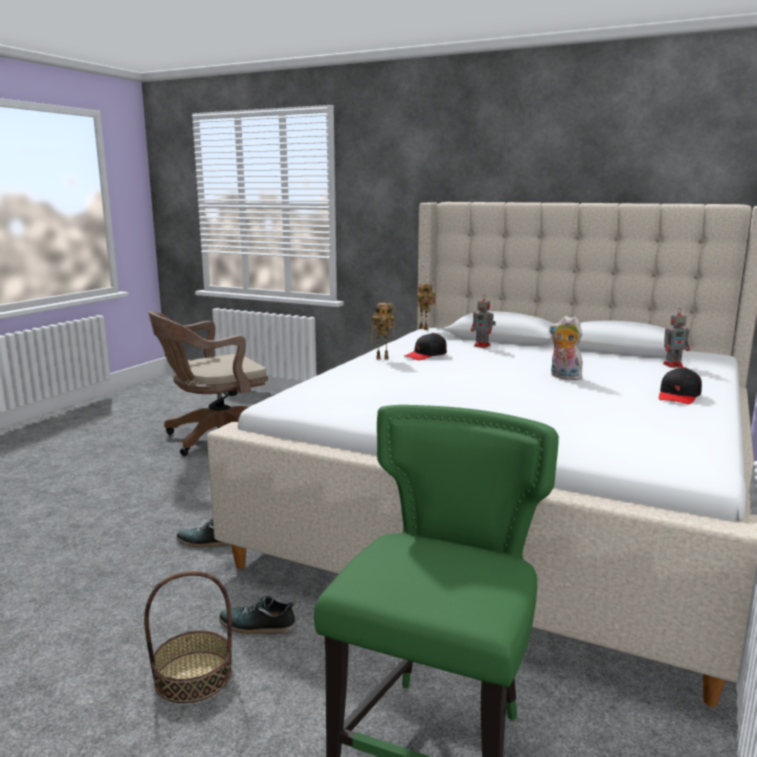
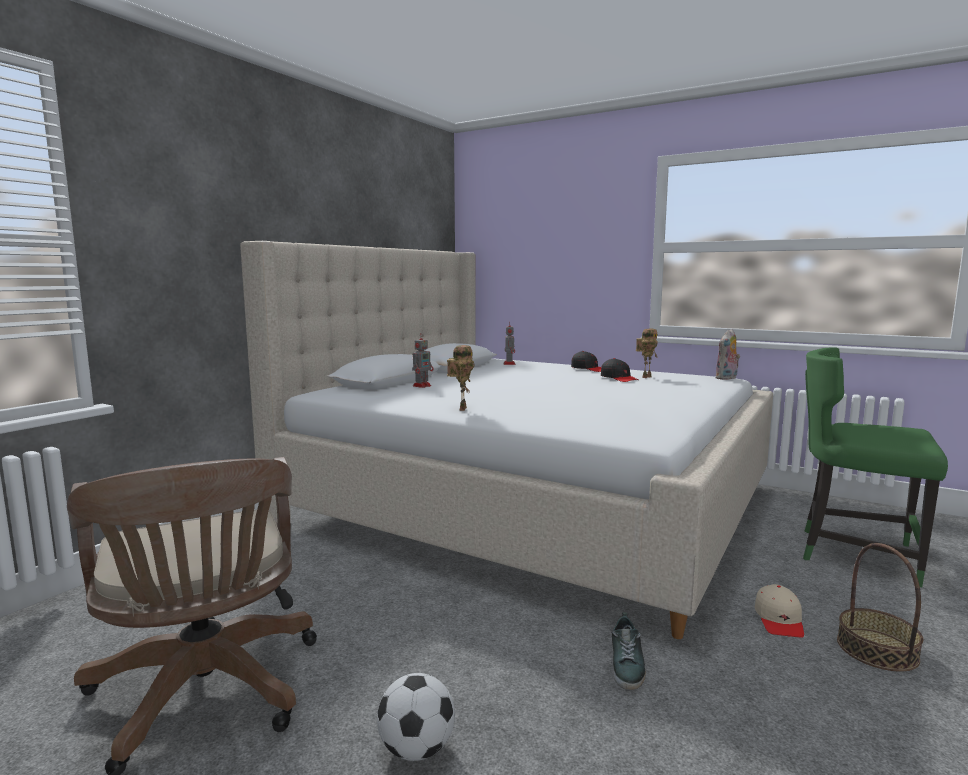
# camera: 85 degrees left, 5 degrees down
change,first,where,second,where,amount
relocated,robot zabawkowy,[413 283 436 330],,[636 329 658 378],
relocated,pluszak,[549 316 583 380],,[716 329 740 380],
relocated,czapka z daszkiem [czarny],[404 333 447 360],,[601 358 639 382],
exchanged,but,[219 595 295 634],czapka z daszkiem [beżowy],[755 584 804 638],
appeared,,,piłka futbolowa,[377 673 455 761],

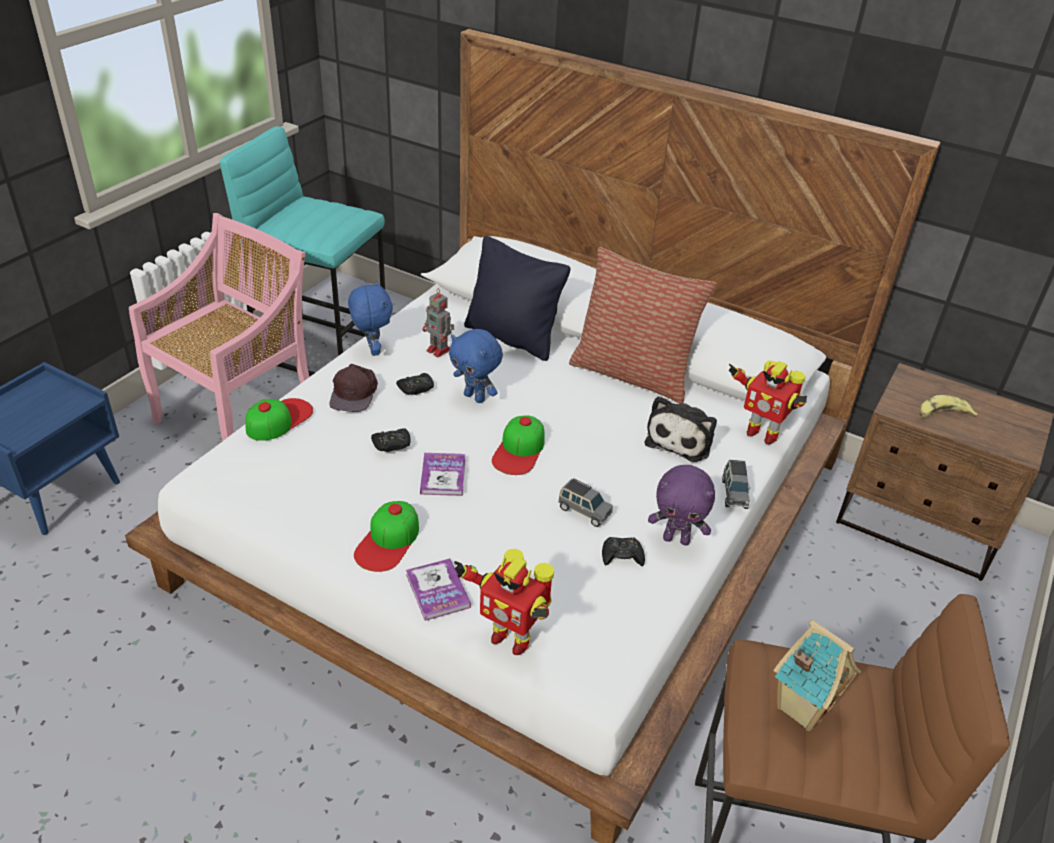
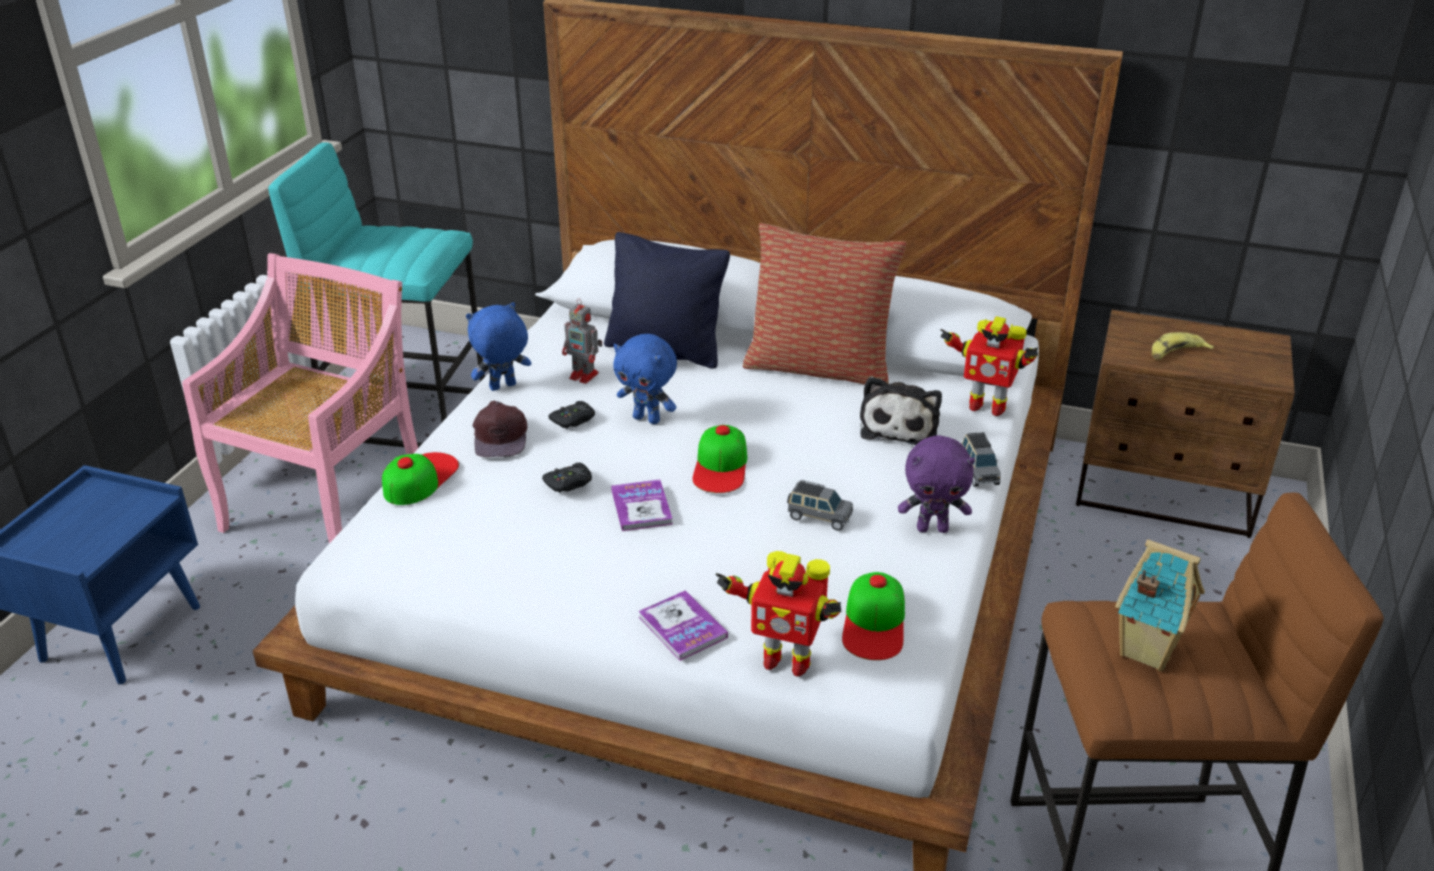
# camera: 10 degrees left, 5 degrees down
change,first,where,second,where,amount
spun,pluszak [niebieski],[348 281 393 356],,[466 302 531 391],90 degrees counterclockwise
relocated,czapka z daszkiem,[354 501 419 572],,[842 572 905 660],
missing,pad do gier [czarny],[602 537 645 566],,,

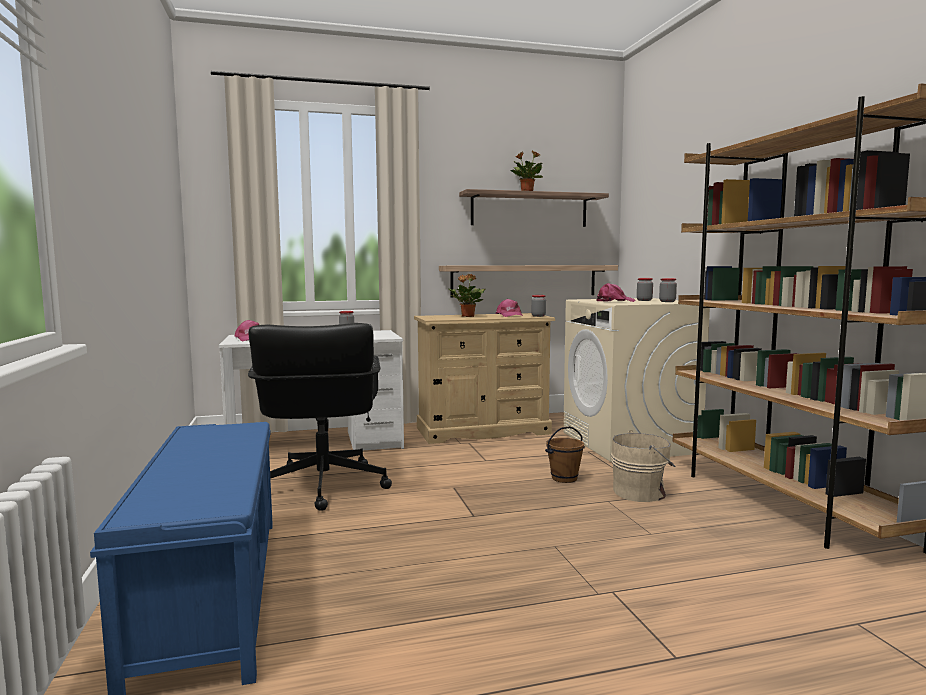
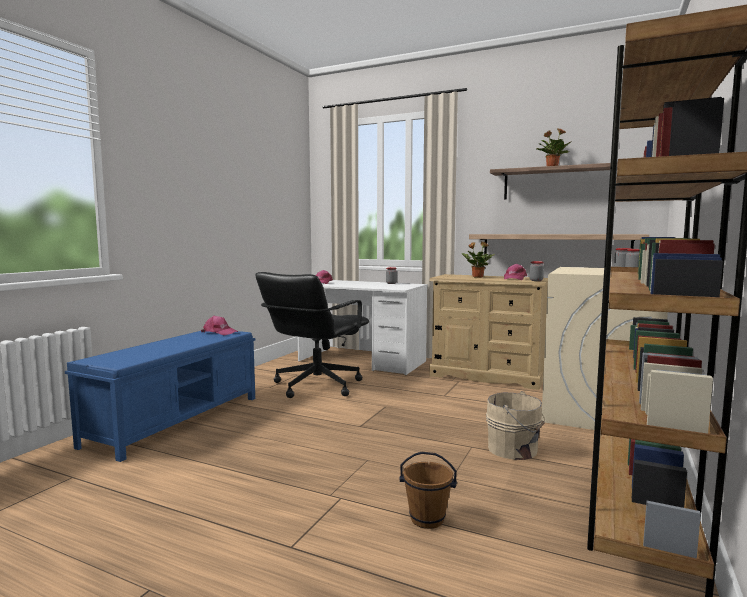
# camera: 40 degrees right, 0 degrees up
change,first,where,second,where,amount
relocated,czapka z daszkiem [różowy],[596 283 636 302],,[201 316 238 336],
relocated,wiadro [brązowy],[545 426 585 483],,[399 452 457 529],

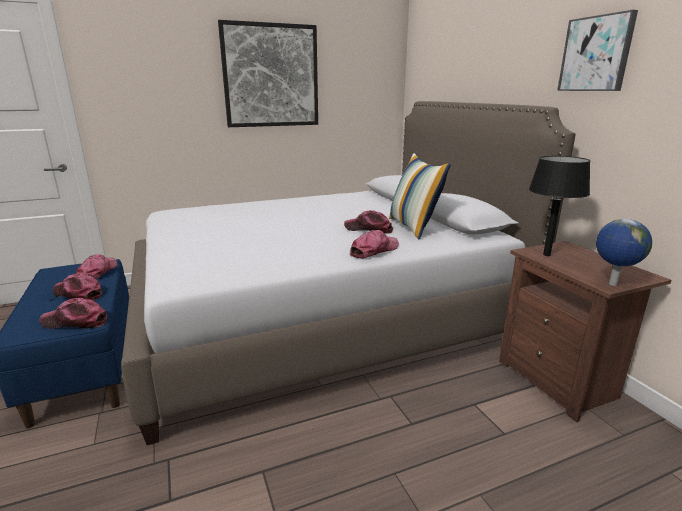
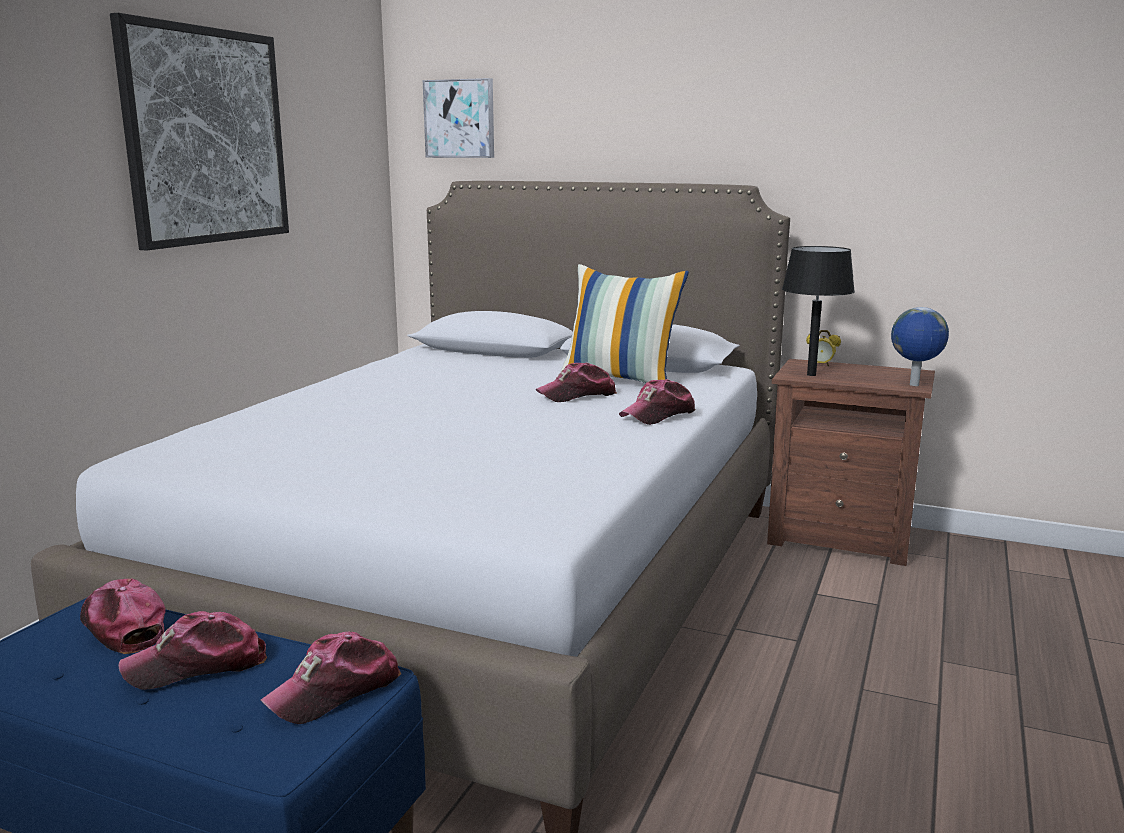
# camera: 45 degrees left, 5 degrees down
change,first,where,second,where,amount
relocated,obraz,[557 10 638 91],,[423 78 494 158],
spun,czapka z daszkiem,[350 230 399 259],,[619 379 696 425],135 degrees counterclockwise
appeared,,,budzik,[806 330 841 366],

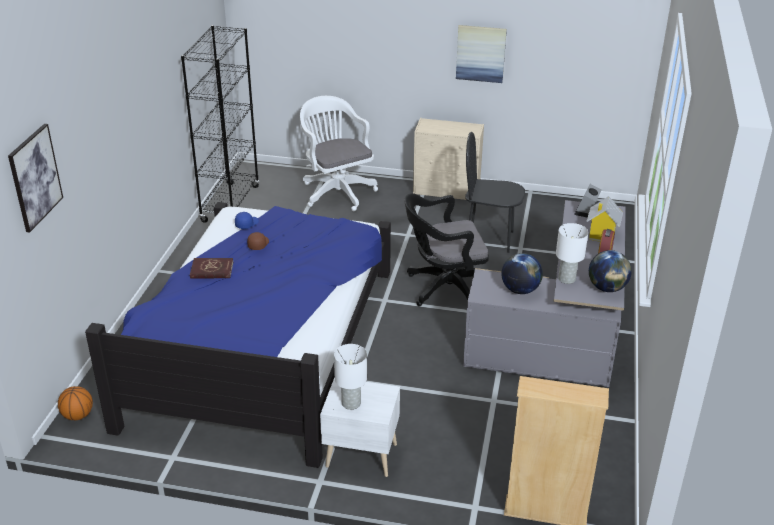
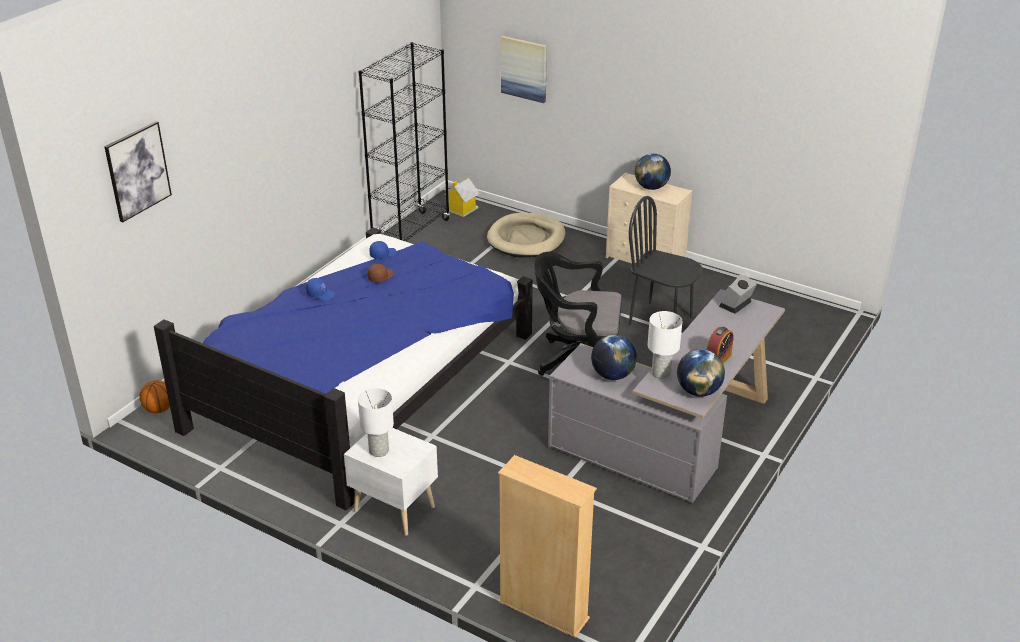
# camera: 20 degrees right, 0 degrees up
change,first,where,second,where,amount
relocated,obraz,[456 25 507 83],,[501 36 547 103],
exchanged,krzesło biurowe [biały],[300 96 378 211],legowisko [beżowy],[487 213 565 258],
relocated,domek,[587 196 623 242],,[444 178 480 217],
exchanged,książka [czerwony],[190 258 233 279],czapka z daszkiem [niebieski],[306 278 335 300],
appeared,,,globus,[635 153 671 190],

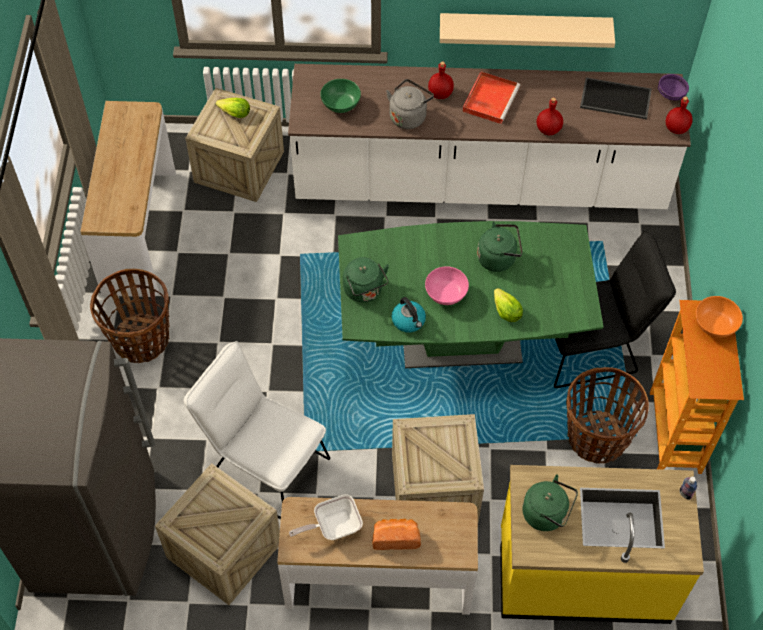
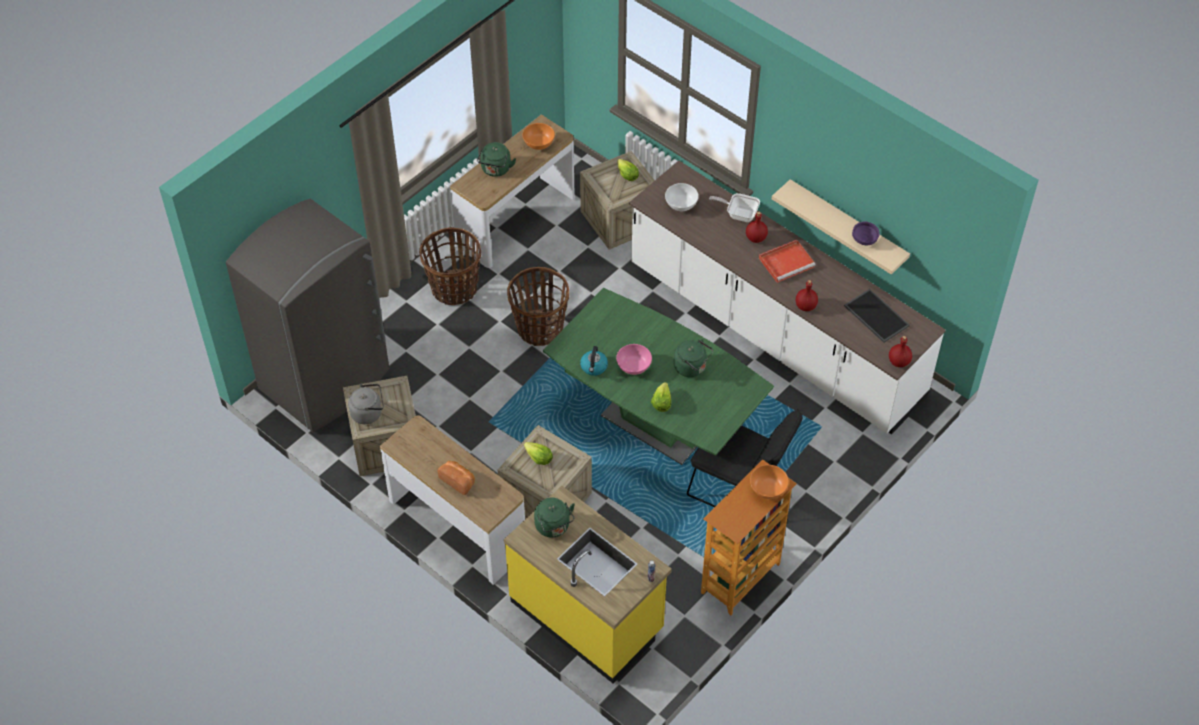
# camera: 40 degrees right, 5 degrees down
change,first,where,second,where,amount
relocated,miska [fioletowy],[658 74 689 101],,[852 221 879 245],
colour,miska [zielony],[320 79 361 113],miska [biały],[665 183 699 211],
relocated,czajnik [szary],[386 79 434 129],,[348 384 384 424],
relocated,czajnik [zielony],[343 257 389 302],,[477 142 516 177],
missing,krzesło [biały],[184 341 330 519],,,
relocated,koszyk,[566 367 649 464],,[507 267 569 346],
relocated,patelnia,[289 494 363 540],,[709 193 760 222],
appeared,,,miska [pomarańczowy],[523 123 555 150],
appeared,,,sałata,[524 442 553 465],

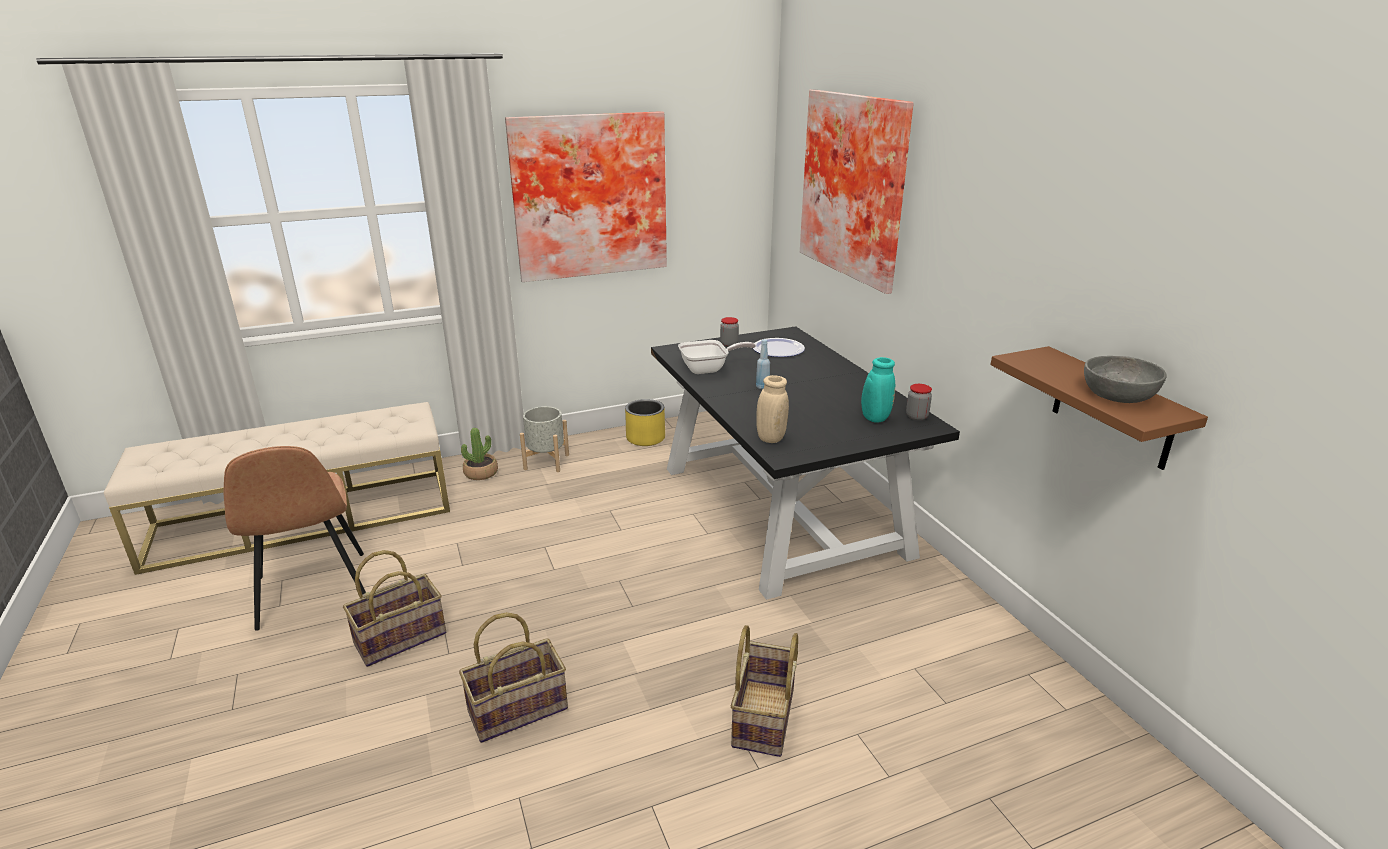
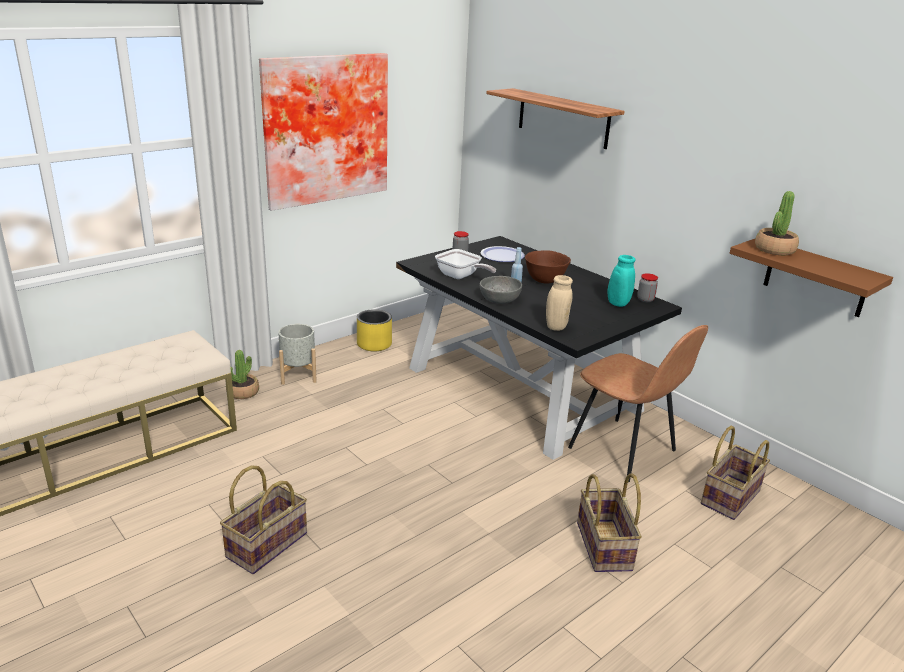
# camera: 20 degrees left, 0 degrees up
change,first,where,second,where,amount
exchanged,obraz,[800 89 914 294],półka,[486 88 625 149],
spun,patelnia,[678 340 756 374],,[435 249 496 279],75 degrees clockwise
relocated,miska [szary],[1084 356 1167 403],,[480 276 522 304],
relocated,krzesło [brązowy],[224 446 366 631],,[568 325 708 482],
relocated,koszyk,[459 612 568 743],,[701 426 770 520],
appeared,,,roślina doniczkowa,[755 191 799 255],
appeared,,,miska [brązowy],[525 250 571 284],

